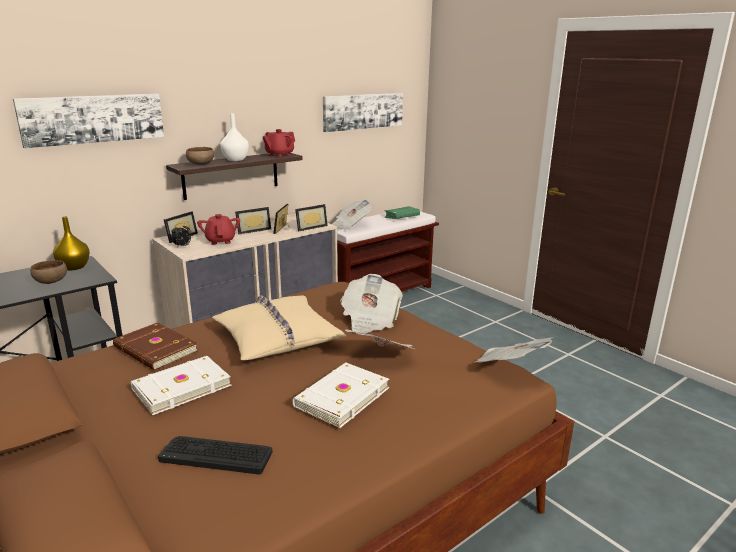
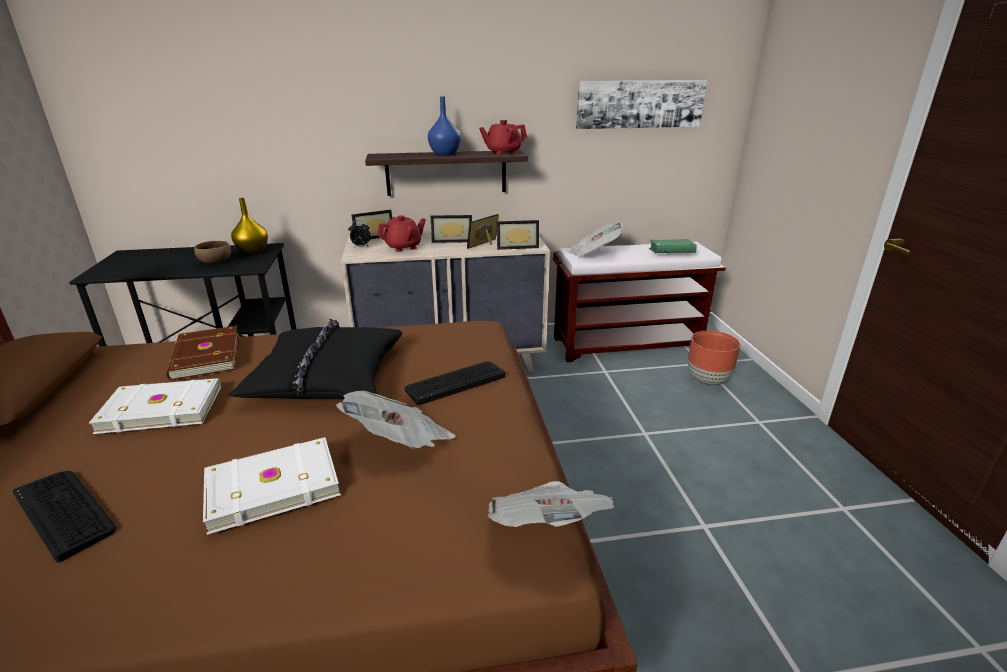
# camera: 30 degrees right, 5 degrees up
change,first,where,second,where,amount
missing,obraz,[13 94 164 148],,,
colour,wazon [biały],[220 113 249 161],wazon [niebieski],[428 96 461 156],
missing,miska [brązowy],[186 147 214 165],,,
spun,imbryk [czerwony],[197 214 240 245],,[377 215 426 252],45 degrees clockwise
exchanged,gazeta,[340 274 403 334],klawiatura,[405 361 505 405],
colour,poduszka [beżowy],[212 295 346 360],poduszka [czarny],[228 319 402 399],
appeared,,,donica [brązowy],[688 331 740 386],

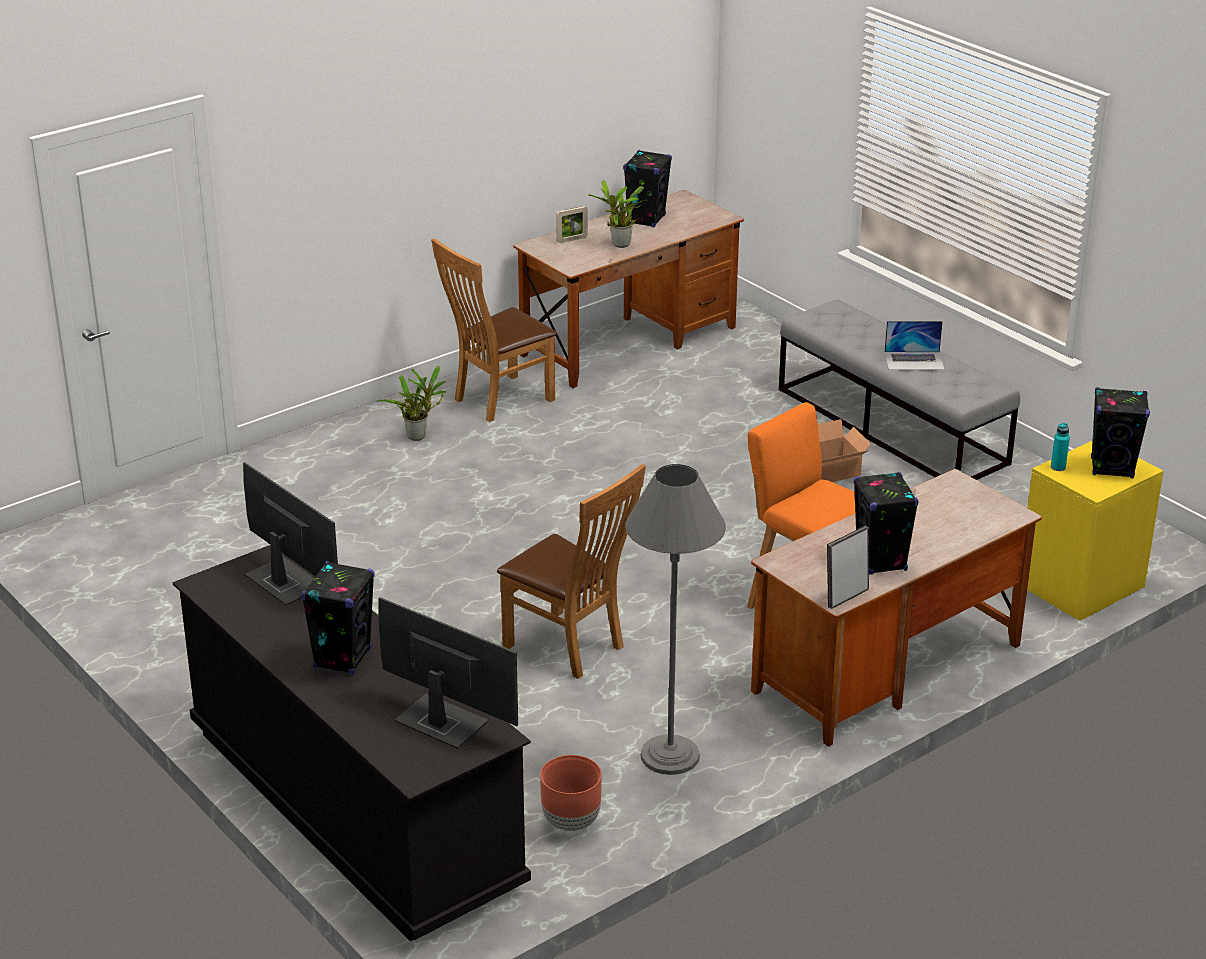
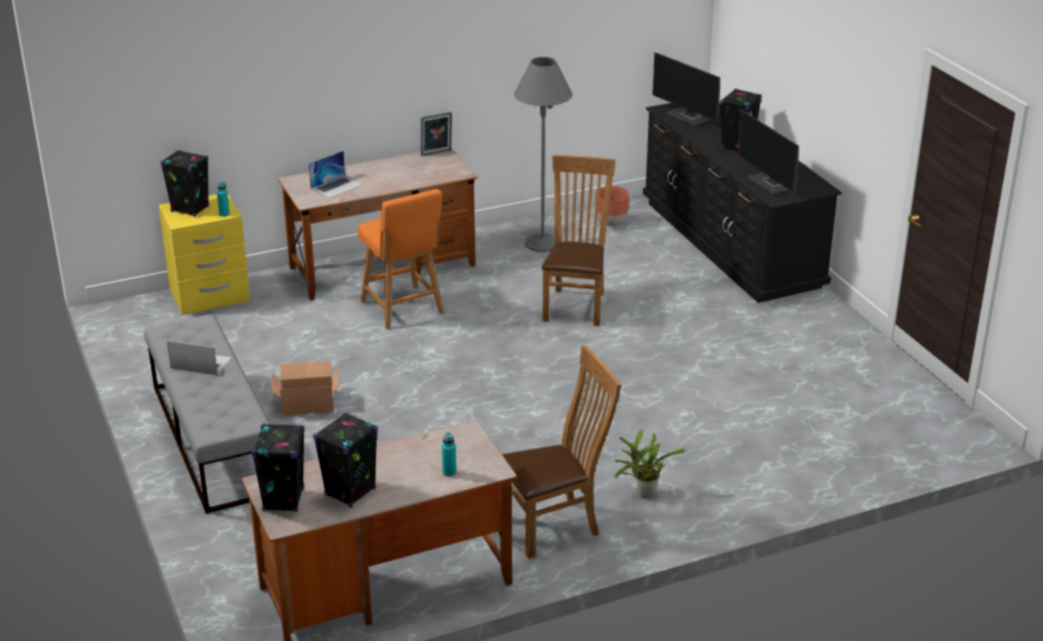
# camera: 165 degrees left, 0 degrees up
change,first,where,second,where,amount
missing,roślina doniczkowa,[588 180 645 248],,,
exchanged,ramka na zdjęcie,[556 206 588 243],butelka [turkusowy],[442 433 457 477],
spun,krzesło [brązowy],[497 464 646 679],,[541 155 616 326],45 degrees clockwise
relocated,głośnik [czarny],[854 472 918 575],,[252 423 305 512],
appeared,,,laptop,[309 151 363 198],

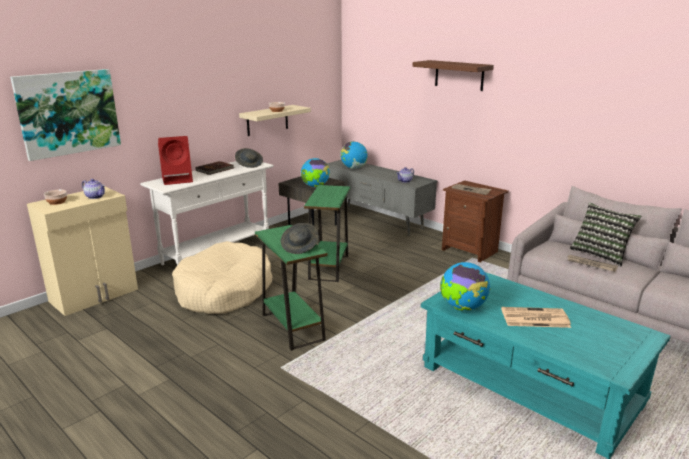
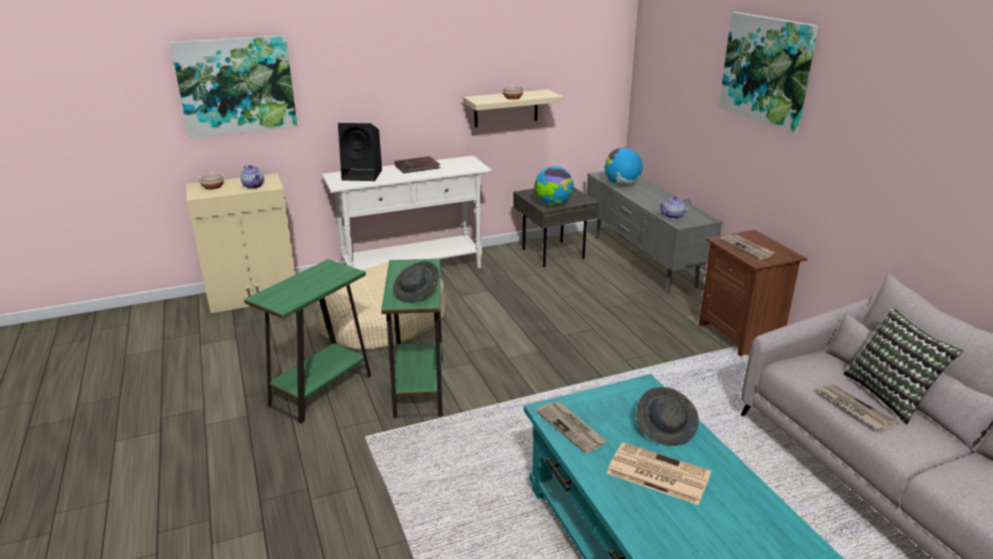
# camera: 25 degrees right, 5 degrees up
change,first,where,second,where,amount
exchanged,półka [brązowy],[413 60 494 91],obraz,[719 12 818 133],
colour,głośnik [czerwony],[158 136 193 185],głośnik [czarny],[338 123 382 181],
relocated,kapelusz [szary],[235 148 263 168],,[636 387 699 446],
relocated,stolik [zielony],[304 185 350 282],,[244 259 371 424],
exchanged,globus,[440 262 490 310],gazeta,[536 402 607 454],

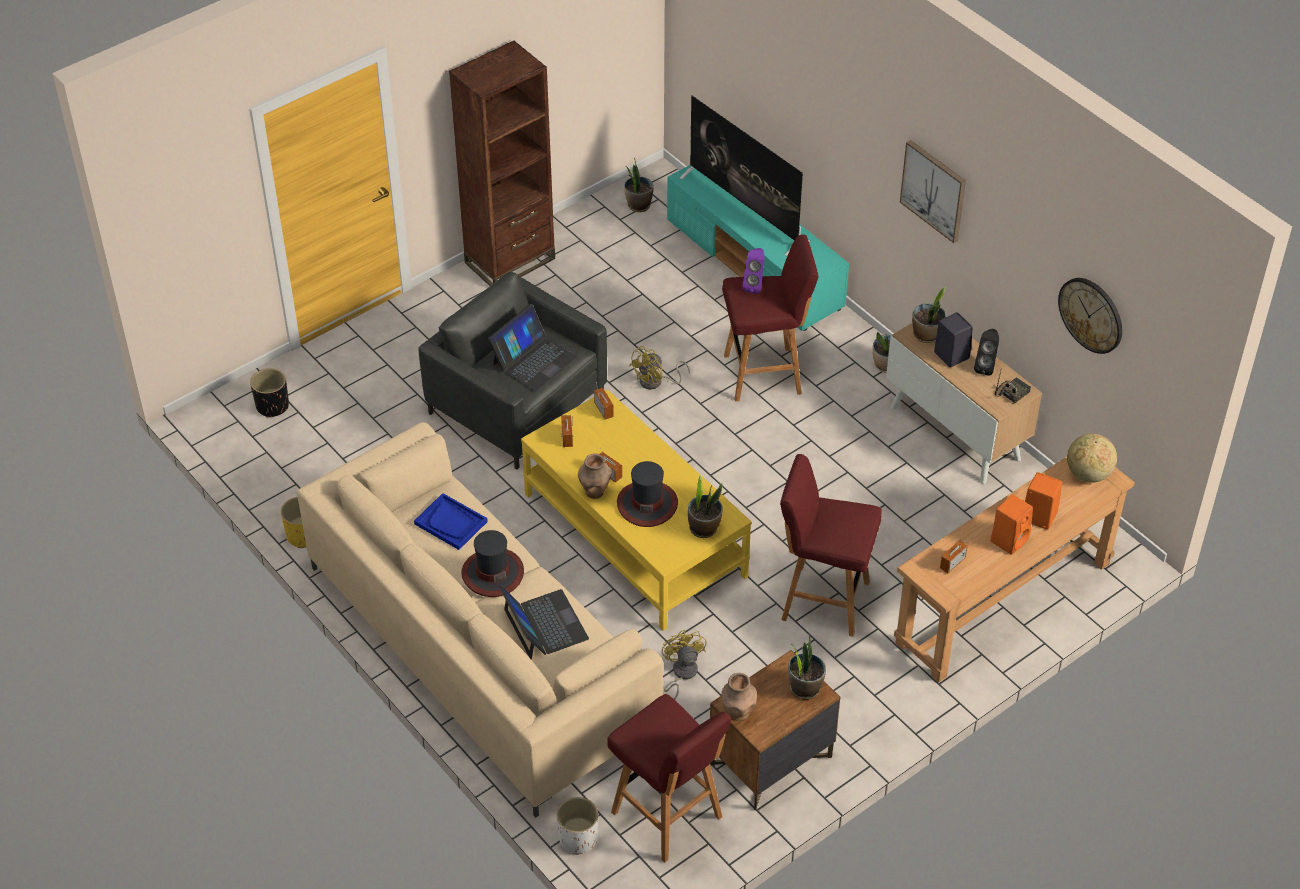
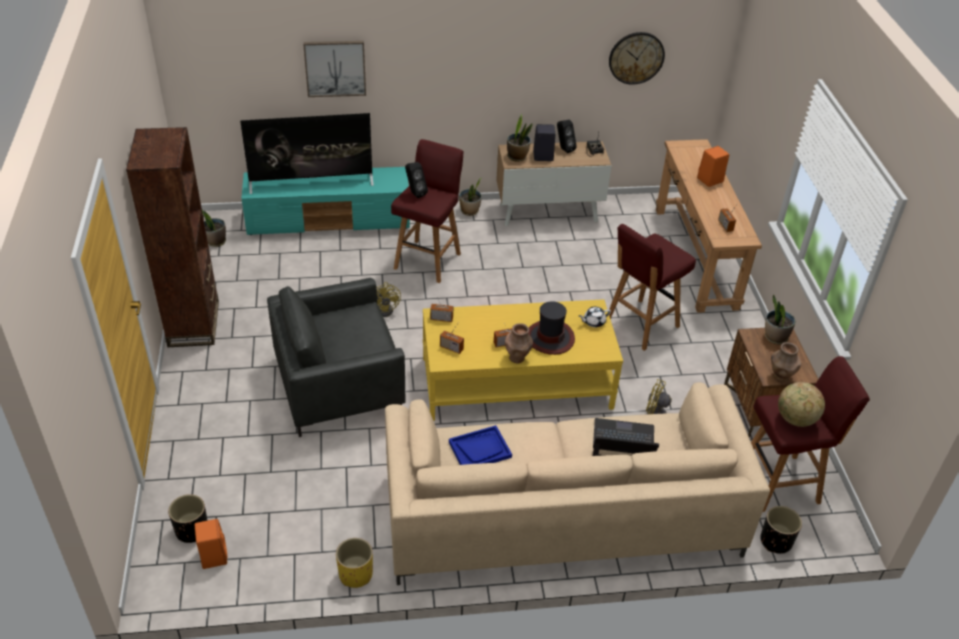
# camera: 60 degrees left, 5 degrees down
change,first,where,second,where,amount
relocated,obraz,[900 140 966 243],,[303 41 366 97],
colour,głośnik [fioletowy],[742 248 765 294],głośnik [czarny],[405 162 428 198],
missing,laptop,[488 304 577 391],,,
relocated,globus,[1067 433 1117 483],,[778 382 825 427],
exchanged,roślina doniczkowa,[688 474 723 538],imbryk [biały],[579 306 611 327],
relocated,głośnik [pomarańczowy],[990 494 1033 555],,[195 519 227 569],
missing,kapelusz,[461 530 524 597],,,
colour,donica [biały],[556 797 598 855],donica [czarny],[760 506 802 554],

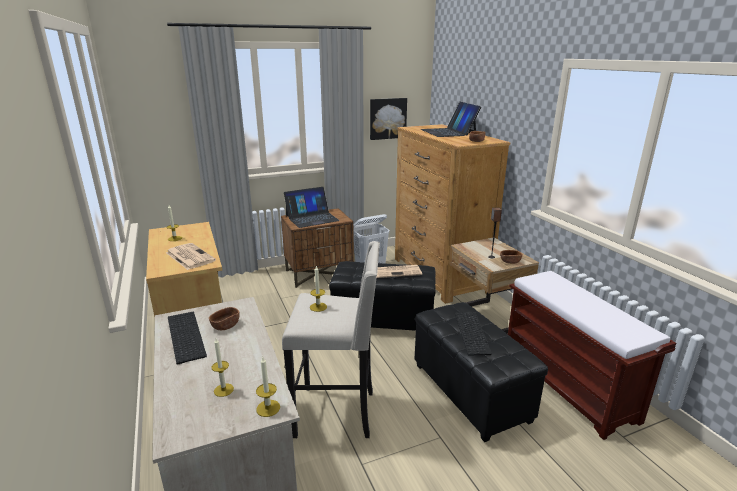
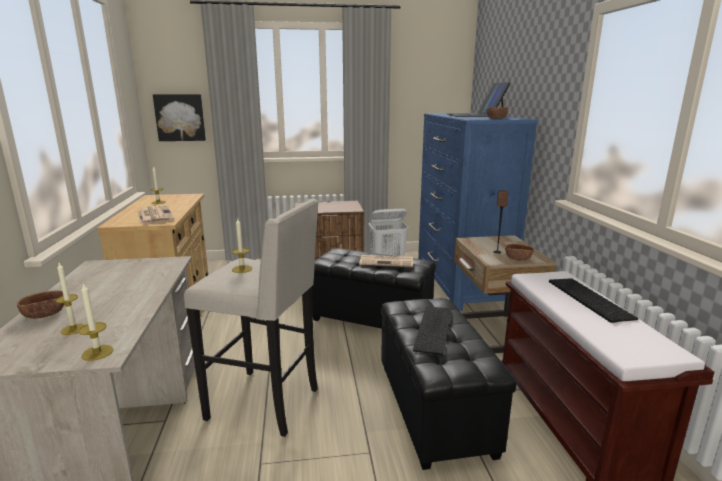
# camera: 15 degrees right, 5 degrees down
change,first,where,second,where,amount
relocated,obraz,[370 98 407 140],,[153 94 206 141],
colour,komoda [brązowy],[395 124 510 304],komoda [niebieski],[418 113 538 311],
missing,laptop,[284 187 340 228],,,
relocated,miska [brązowy],[209 307 240 330],,[17 290 65 319],
relocated,klawiatura,[168 312 207 365],,[549 278 638 323],

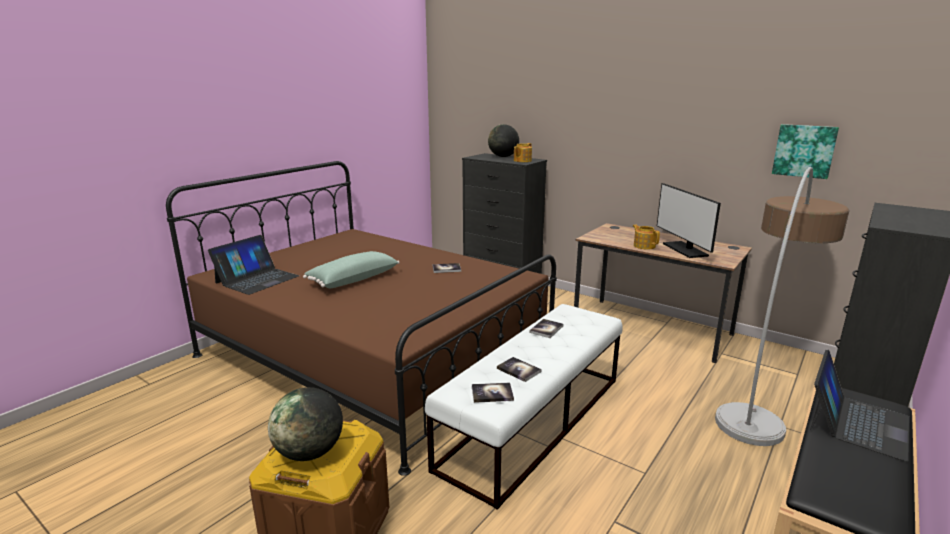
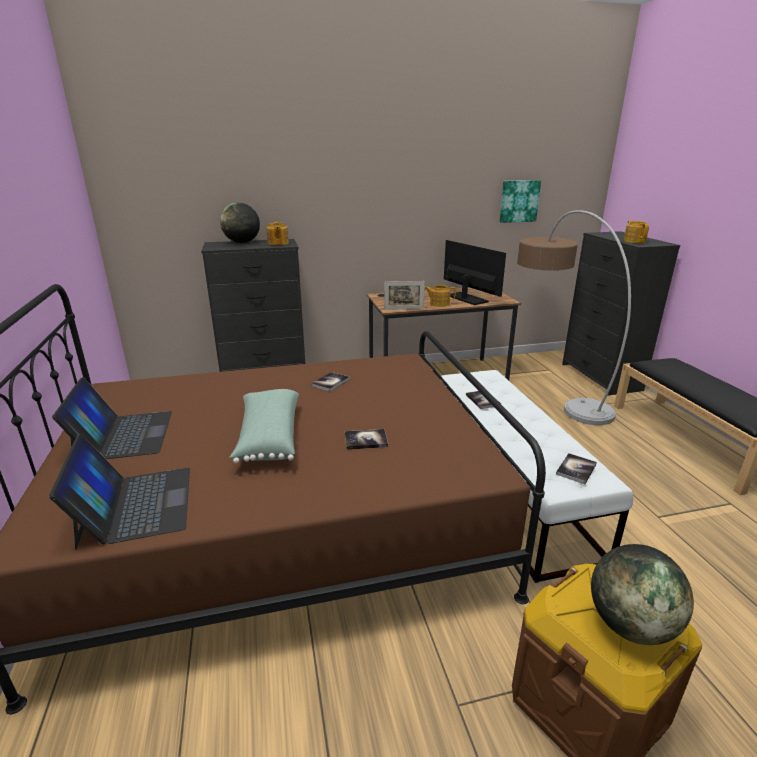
# camera: 50 degrees left, 5 degrees up
change,first,where,second,where,amount
spun,monitor,[657 183 721 258],,[444 240 506 305],150 degrees counterclockwise
relocated,laptop,[810 350 910 462],,[52 377 172 459],
relocated,książka,[497 357 542 382],,[345 429 388 450],
appeared,,,imbryk,[623 221 649 243],
appeared,,,ramka na zdjęcie,[384 281 425 310],

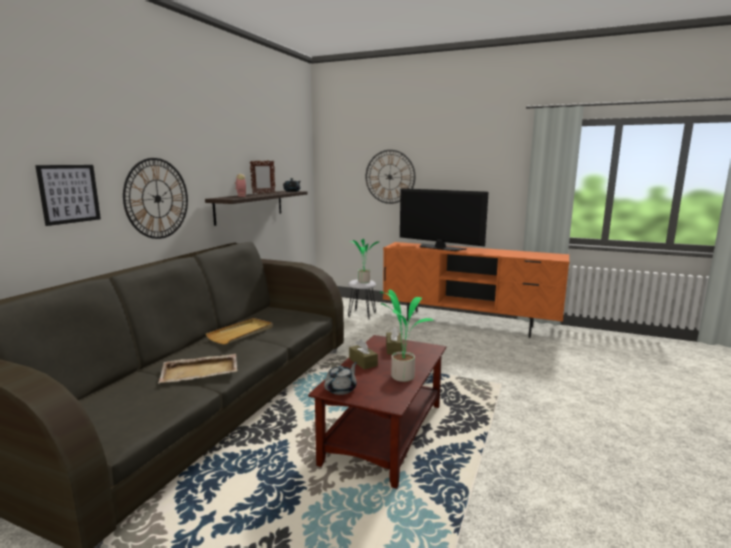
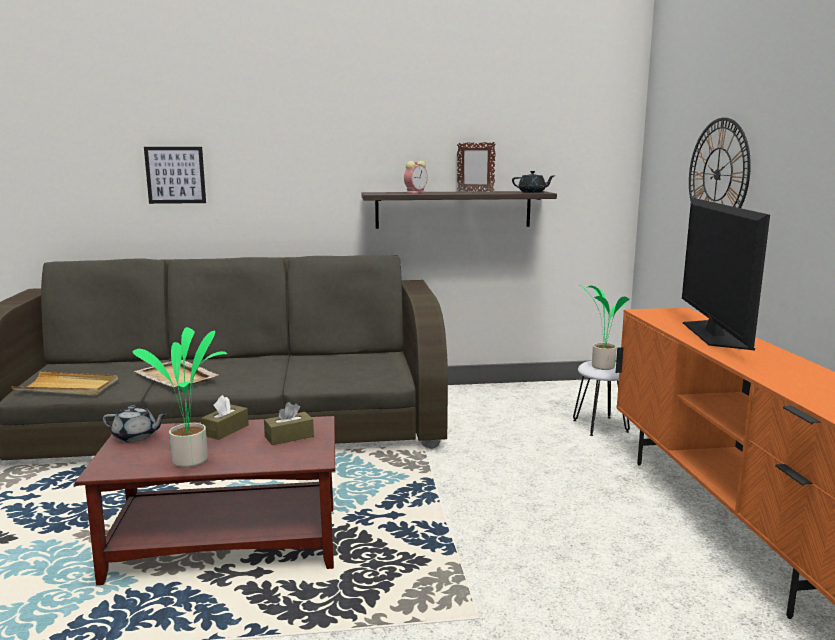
# camera: 60 degrees right, 0 degrees up
change,first,where,second,where,amount
missing,zegar ścienny,[123 158 188 239],,,
relocated,taca [beżowy],[206 318 273 344],,[11 372 118 395],

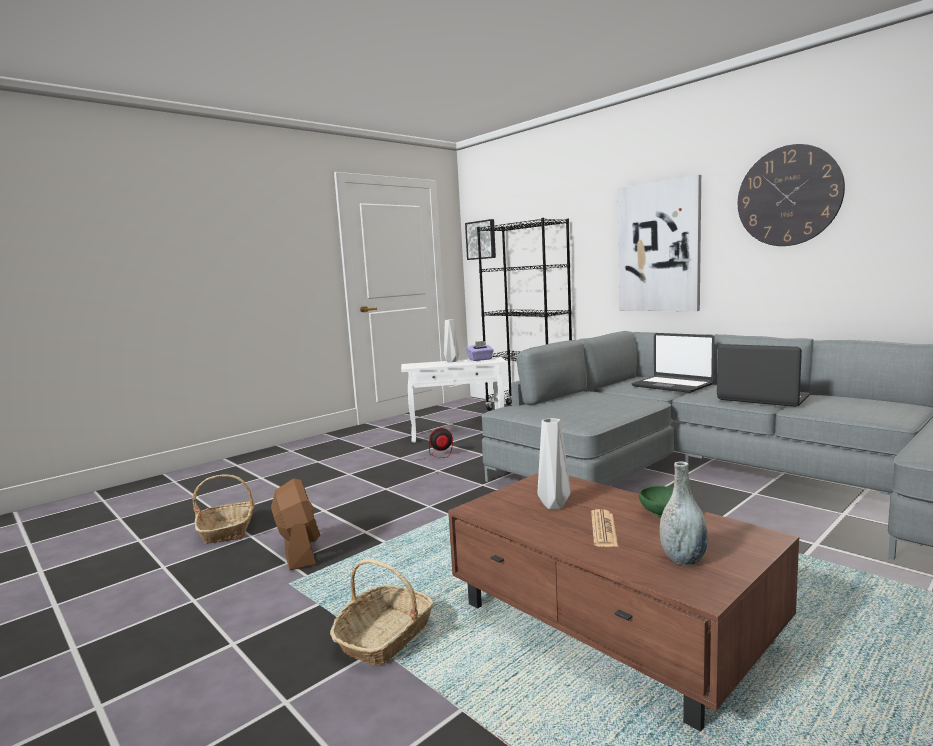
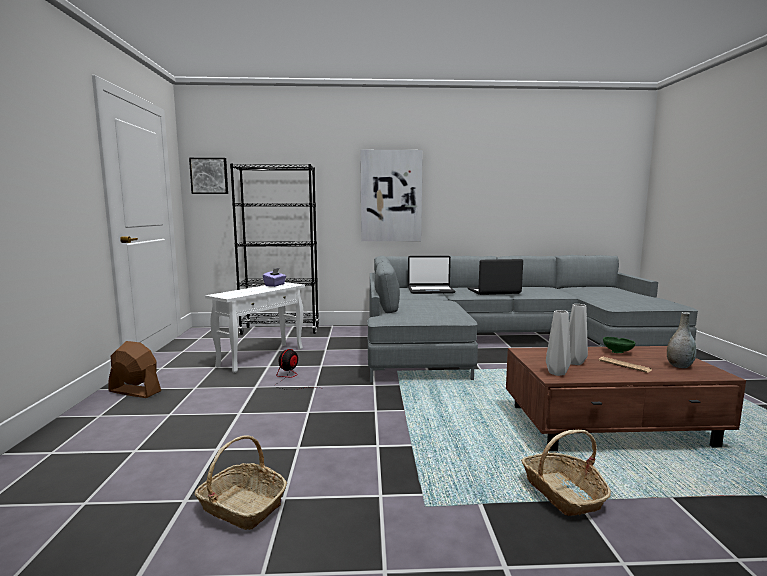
# camera: 50 degrees left, 0 degrees up
change,first,where,second,where,amount
missing,zegar ścienny,[738 144 845 246],,,
relocated,wazon [szary],[444 319 459 362],,[546 310 571 376],
relocated,wentylator [brązowy],[271 478 320 570],,[108 341 161 398],

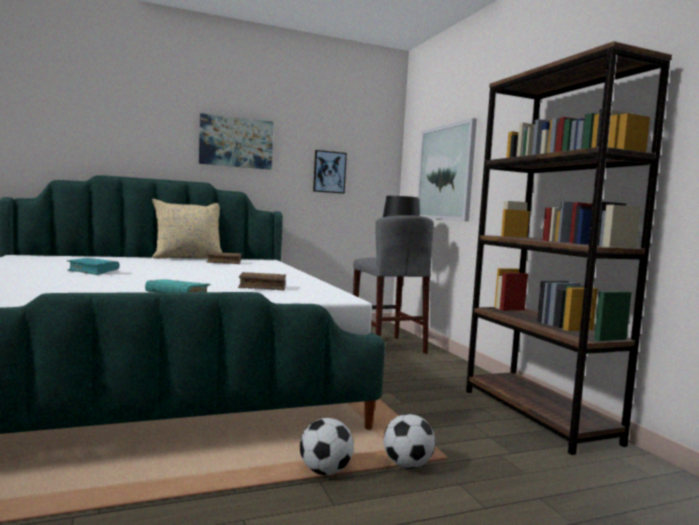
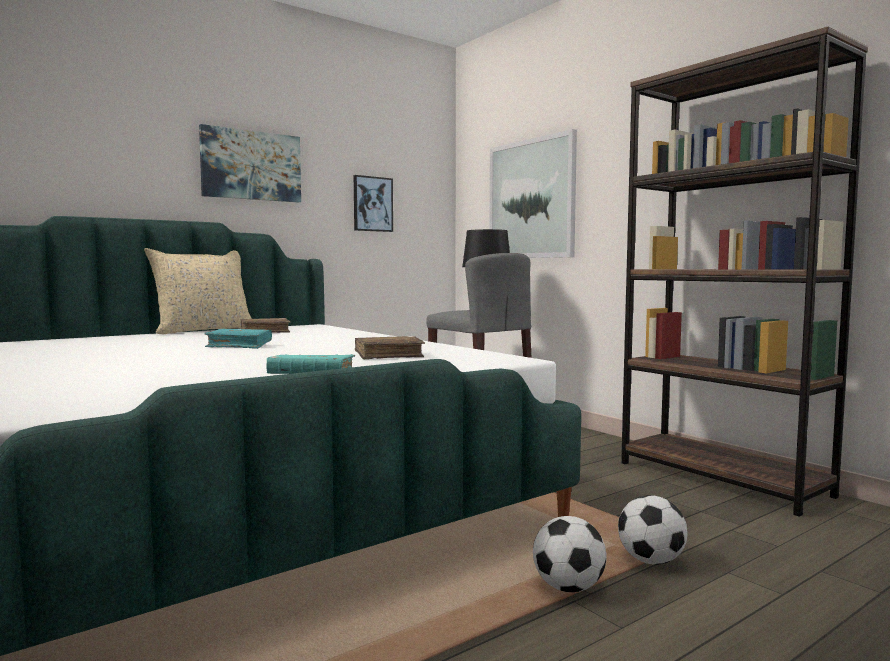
# camera: 15 degrees left, 0 degrees up
change,first,where,second,where,amount
relocated,książka [turkusowy],[67 258 119 275],,[205 329 272 349],

